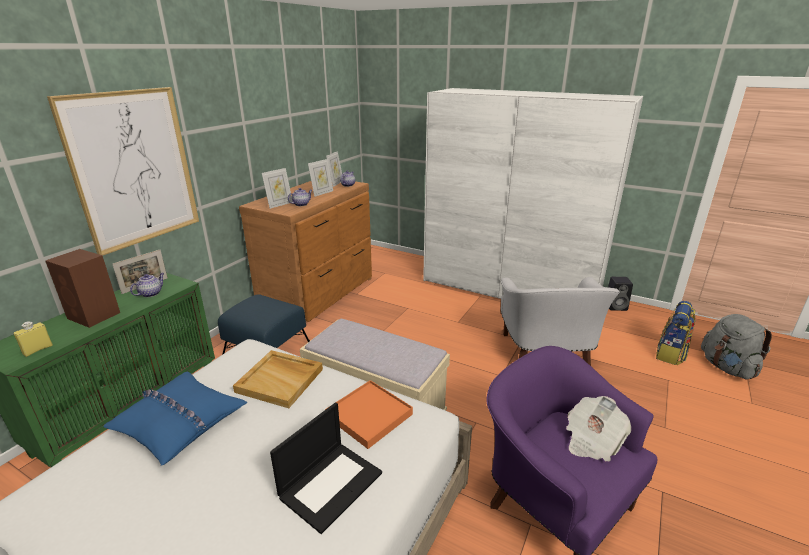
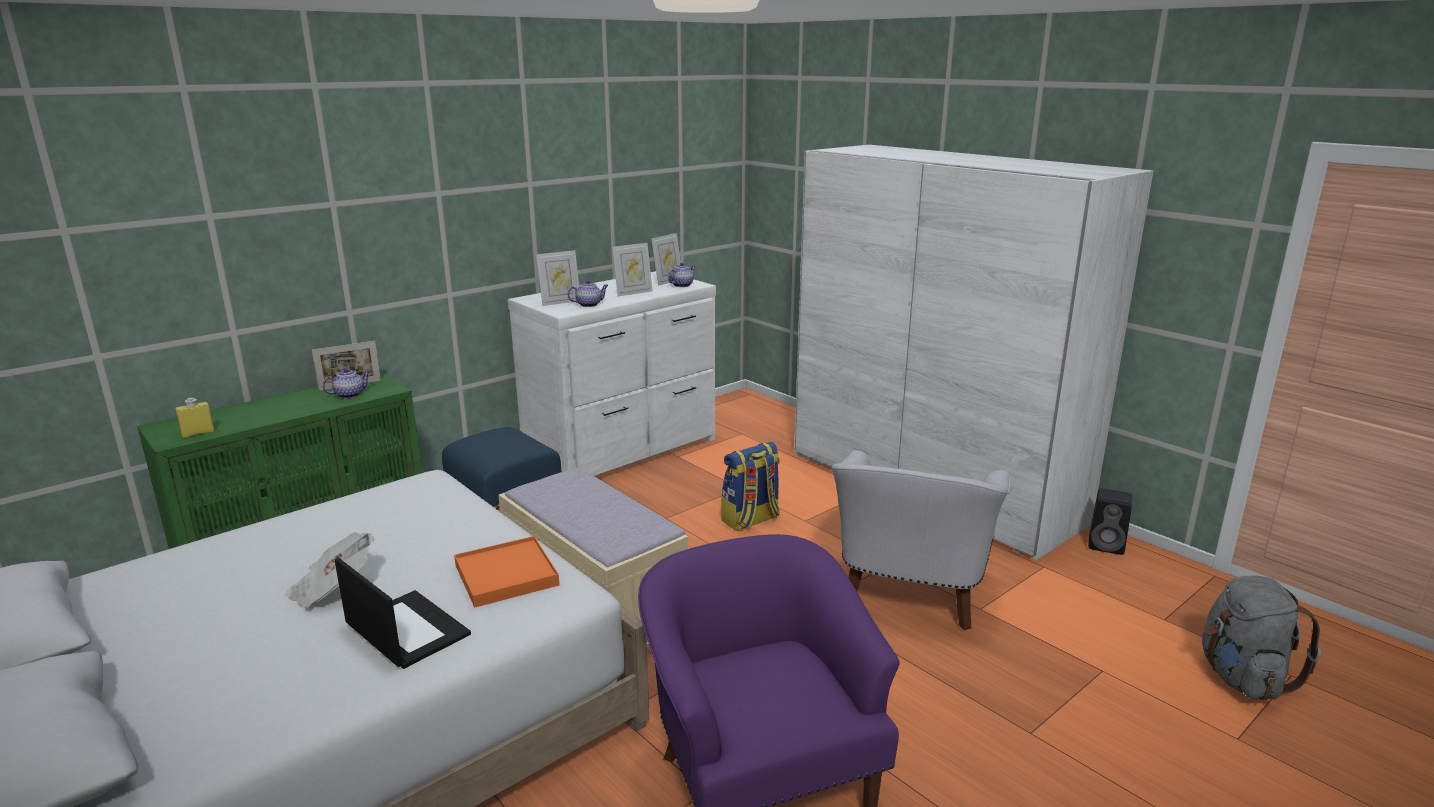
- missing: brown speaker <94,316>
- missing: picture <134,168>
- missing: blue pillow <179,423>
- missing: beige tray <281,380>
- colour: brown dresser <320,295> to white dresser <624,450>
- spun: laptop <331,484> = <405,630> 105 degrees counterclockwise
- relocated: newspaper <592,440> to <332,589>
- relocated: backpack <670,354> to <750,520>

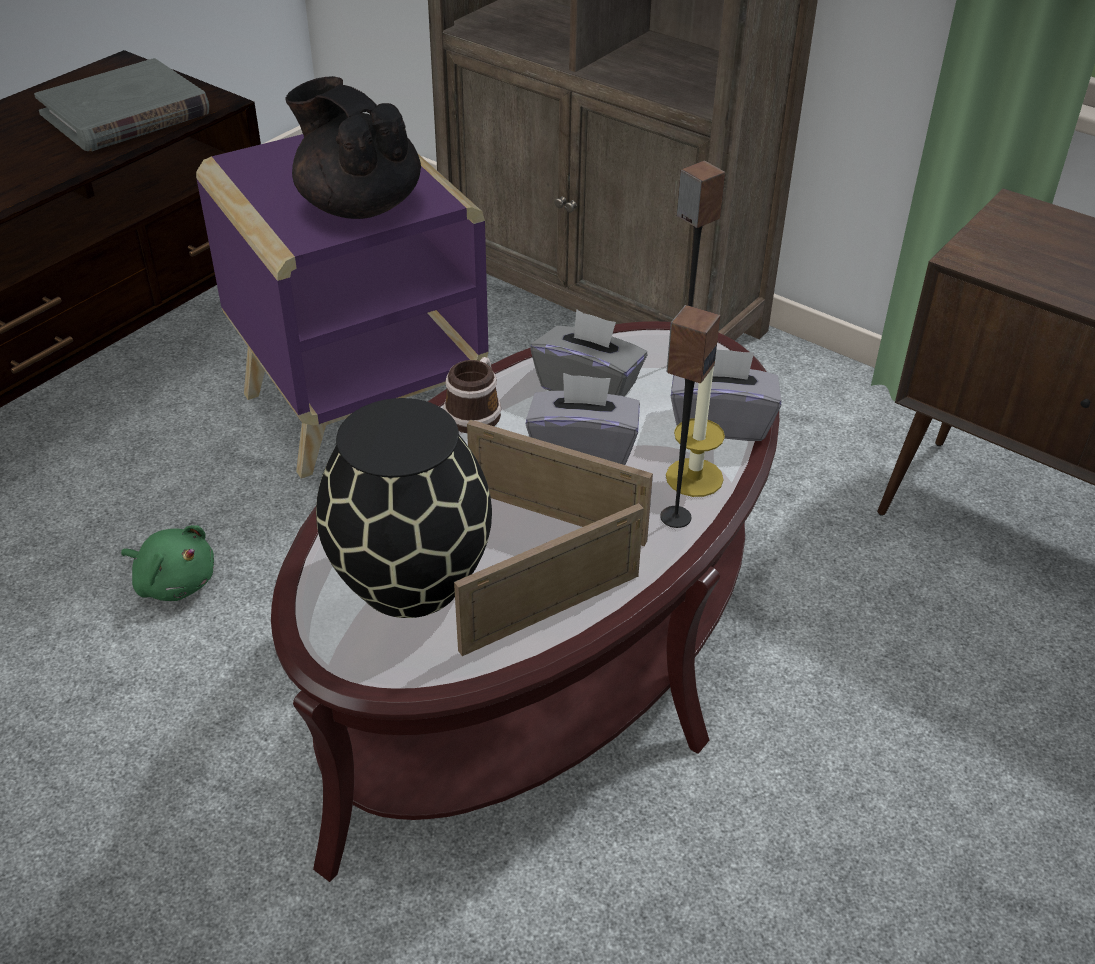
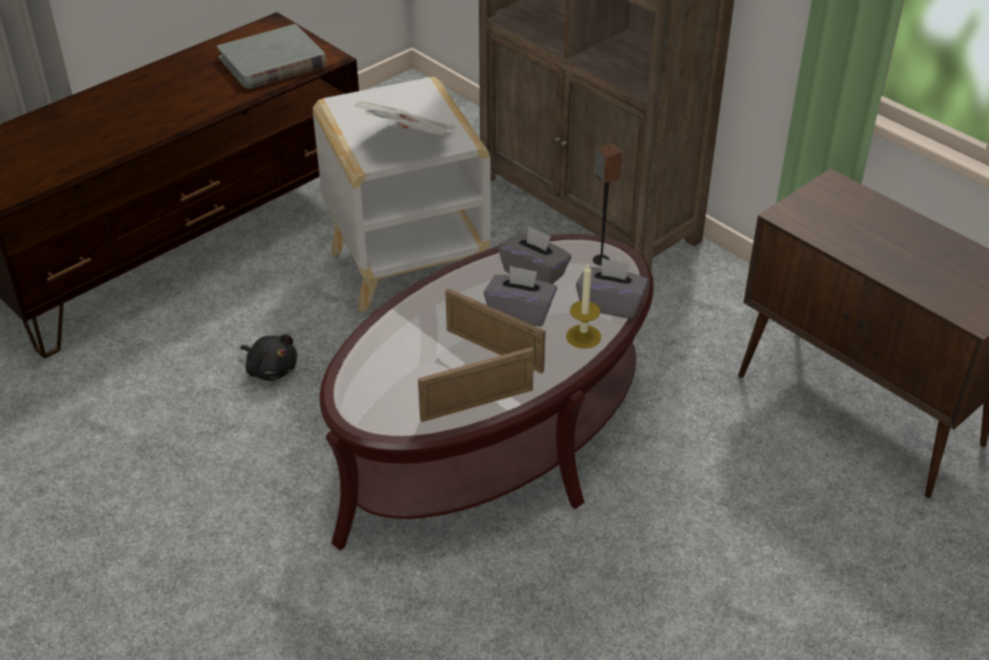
- colour: green plush toy <174,582> to black plush toy <271,369>
- colour: purple side table <363,402> to white side table <409,265>
- exchanged: black teapot <358,205> to newspaper <410,141>
- missing: black vase <411,579>
- missing: mug <476,412>
- missing: speaker <675,517>

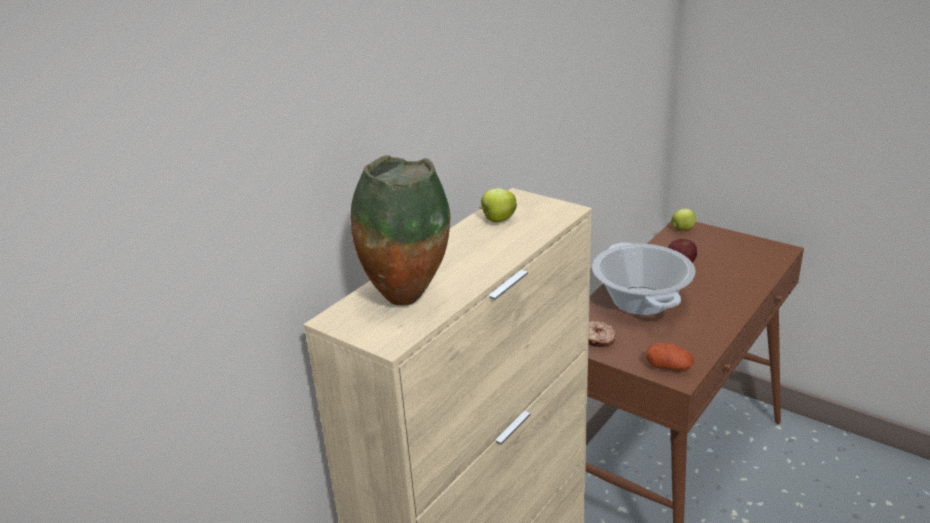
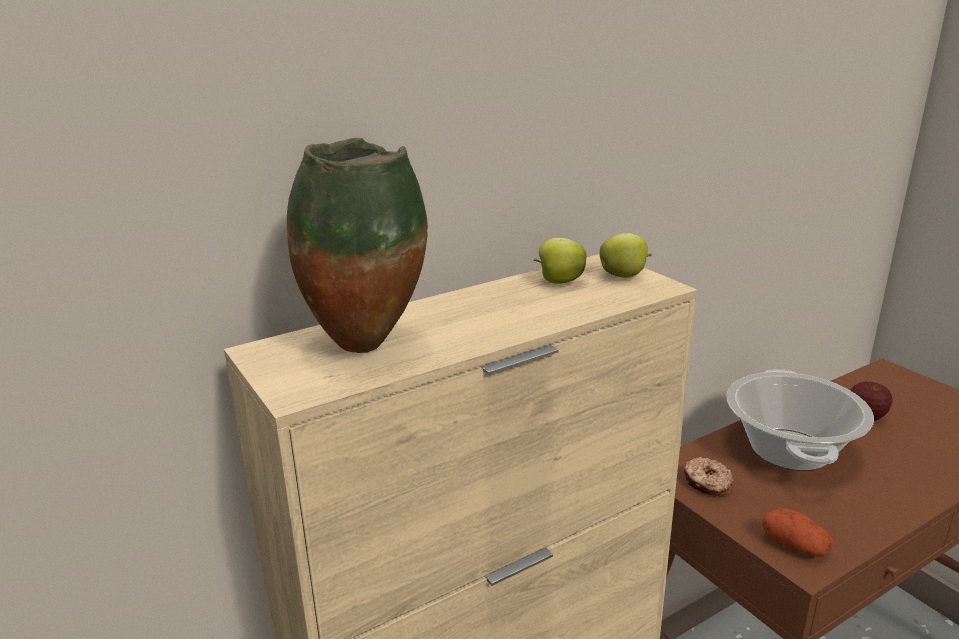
- relocated: apple <683,229> to <624,276>

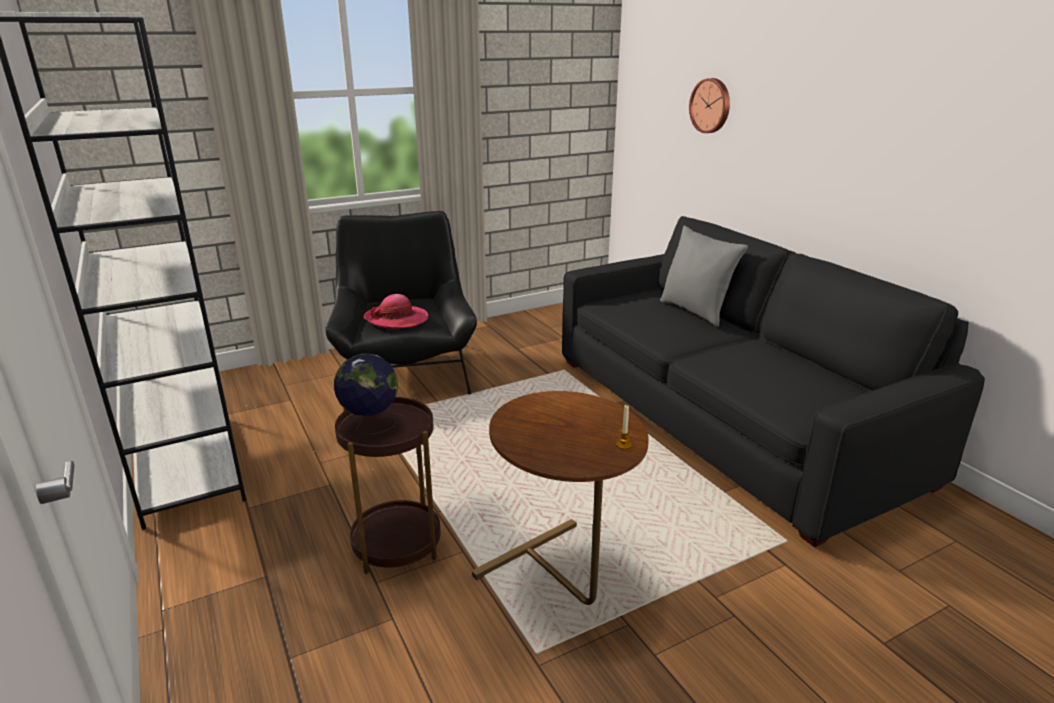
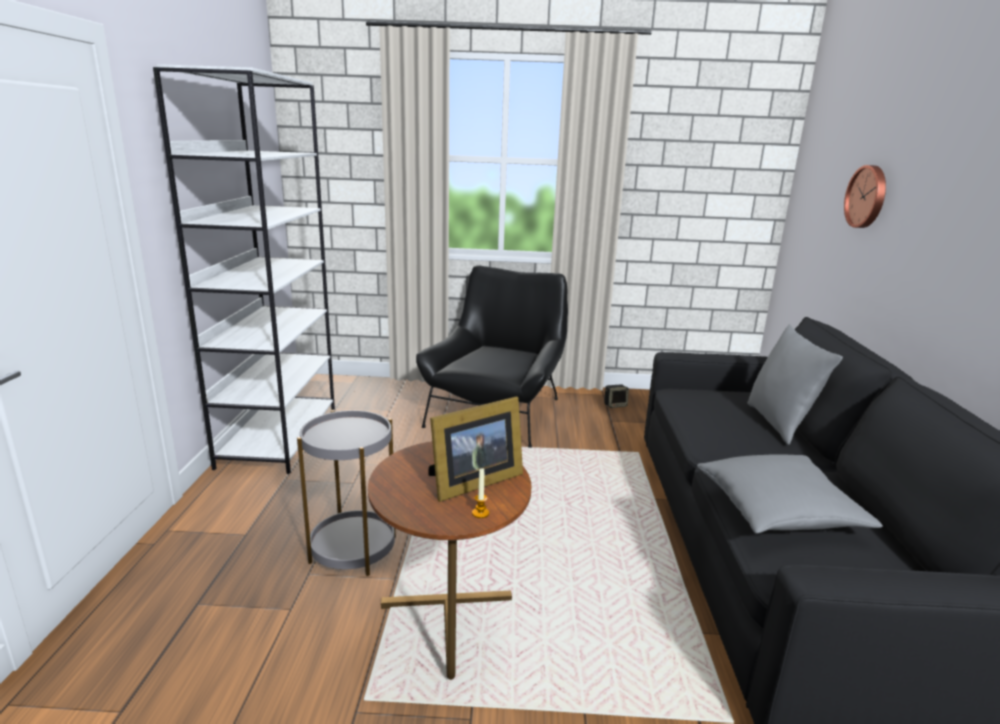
- missing: globe <370,426>
- colour: brown side table <396,543> to grey side table <353,549>
- missing: hat <397,319>
- appeared: picture frame <472,482>
- appeared: speaker <615,405>
- appeared: grey pillow <778,511>

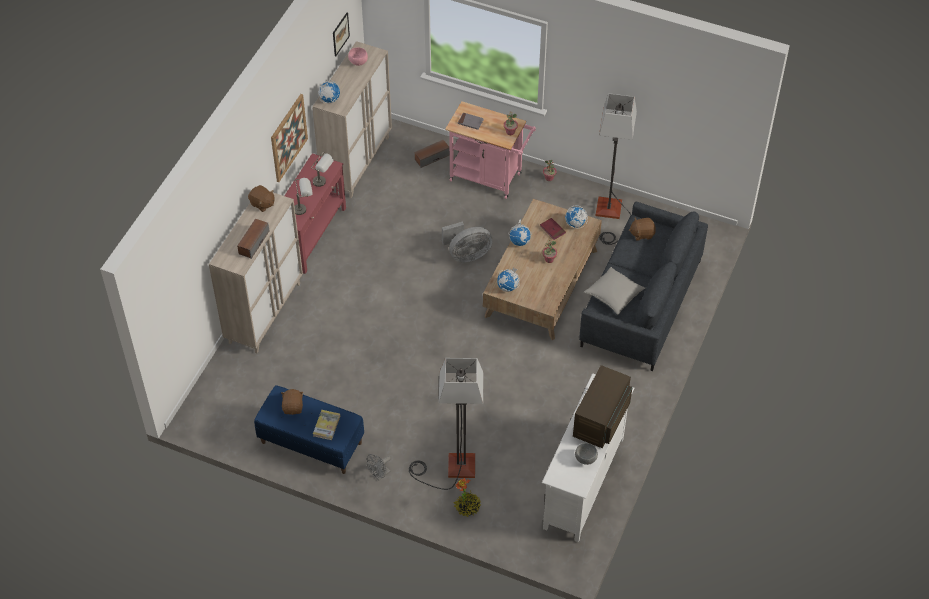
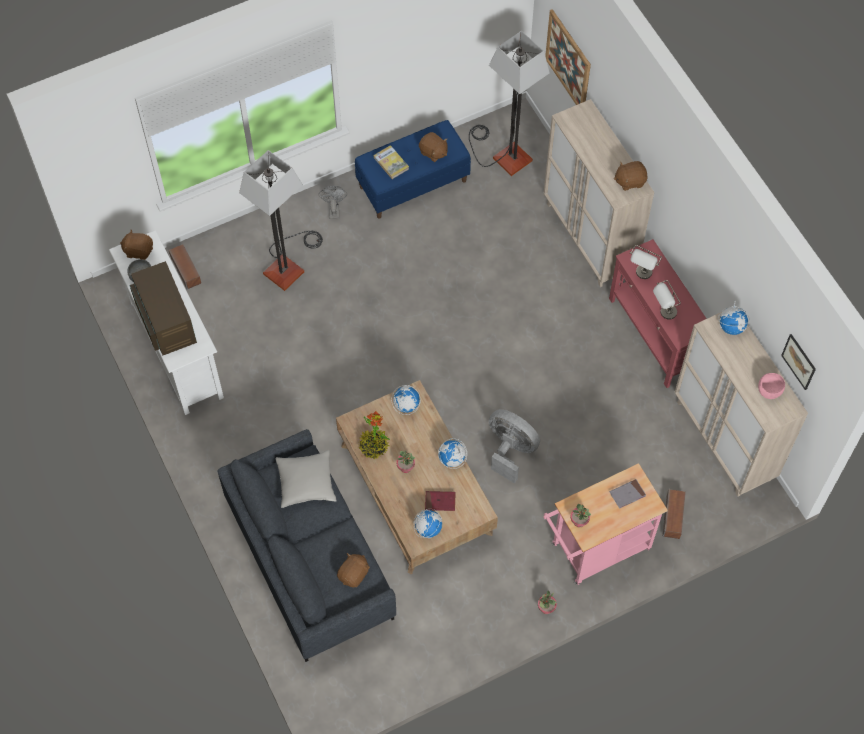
- relocated: speaker <253,242> to <186,270>
- relocated: picture <288,137> to <568,61>
- spun: grey fan <467,255> = <510,450> 105 degrees clockwise
- relocated: potted plant <467,507> to <374,447>
- relocated: floor lamp <610,215> to <503,155>
- appeared: brown plush toy <138,251>

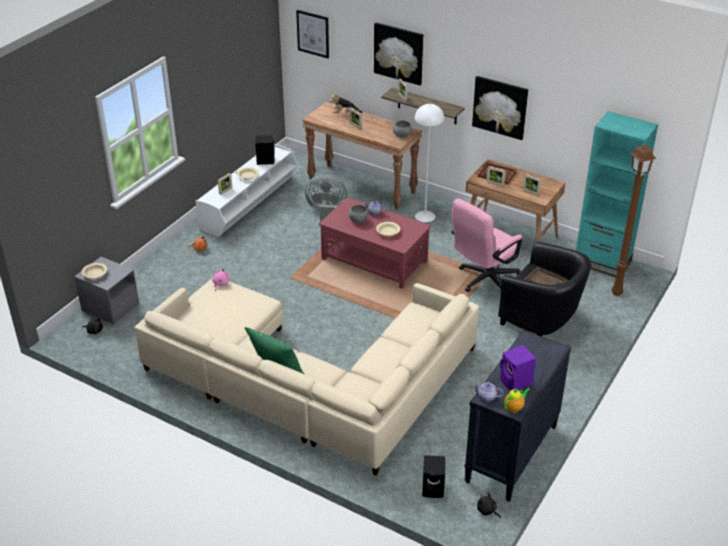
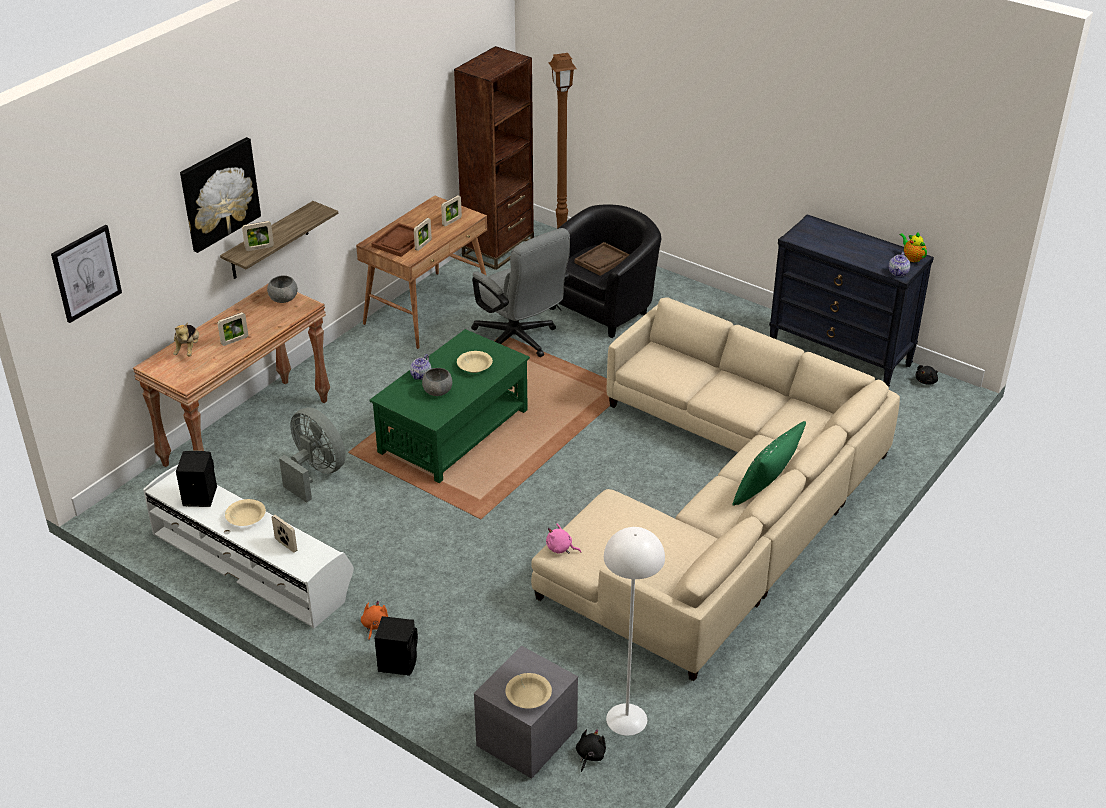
- spun: grey fan <327,214> = <315,473> 120 degrees clockwise
- colour: red coffee table <374,260> to green coffee table <453,432>
- relocated: white floor lamp <425,216> to <626,719>
- relocated: black speaker <434,488> to <398,661>
- colour: pink office chair <483,280> to grey office chair <519,341>
- missing: picture <500,107>
- missing: purple speaker <516,382>
- colour: turquoise bookcase <602,262> to brown bookcase <498,249>

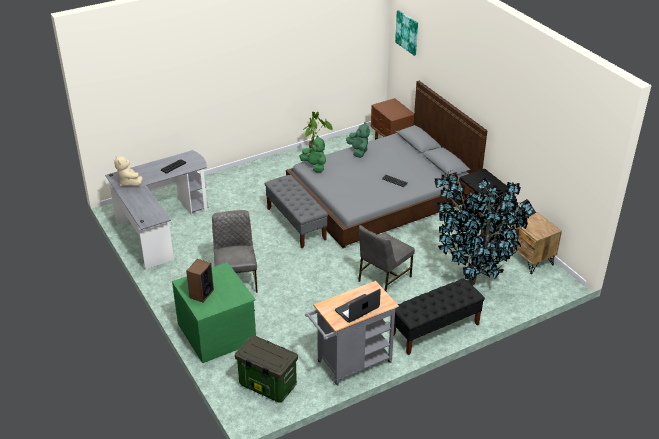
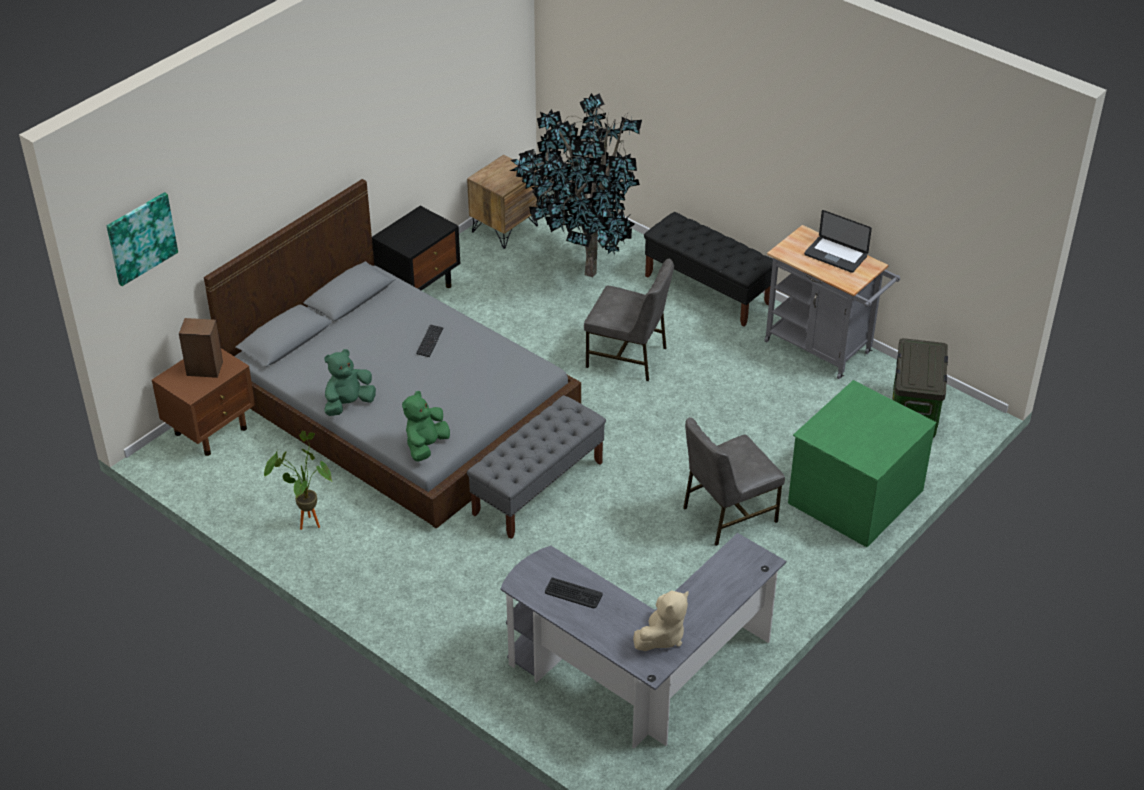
- relocated: speaker <201,294> to <205,369>

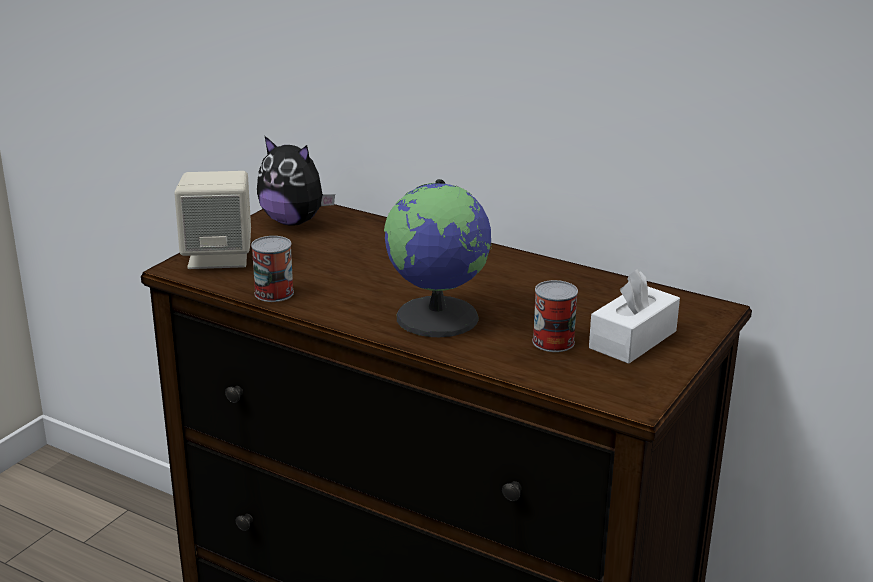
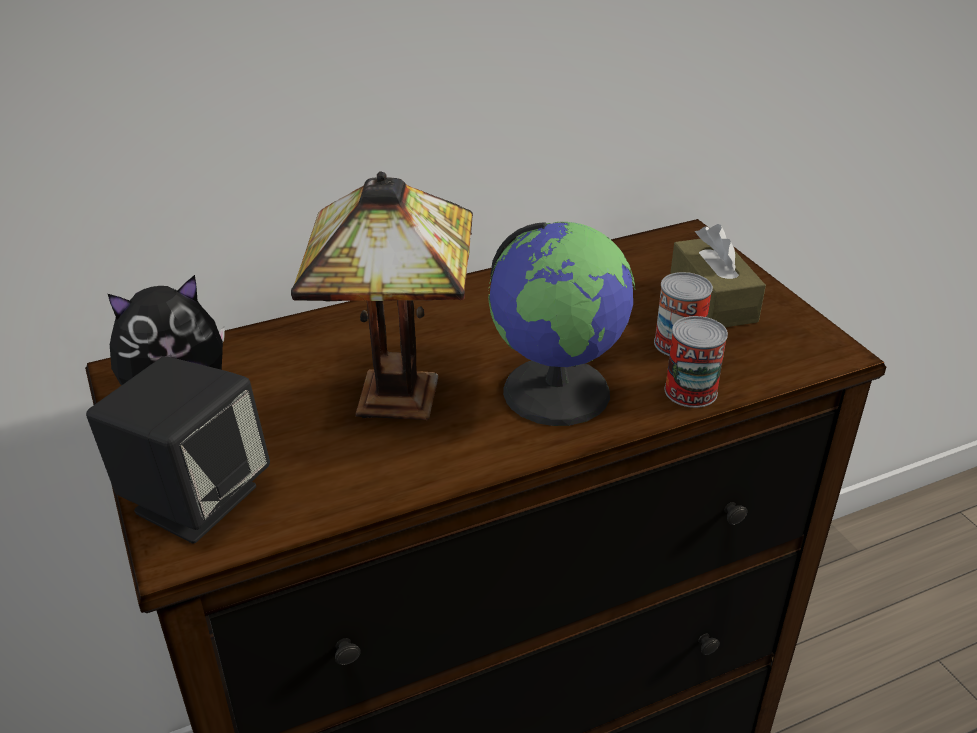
- colour: beige speaker <219,257> to black speaker <195,499>
- relocated: can <274,293> to <690,391>
- colour: white tissue box <633,339> to brown tissue box <712,299>
- appeared: table lamp <401,400>

